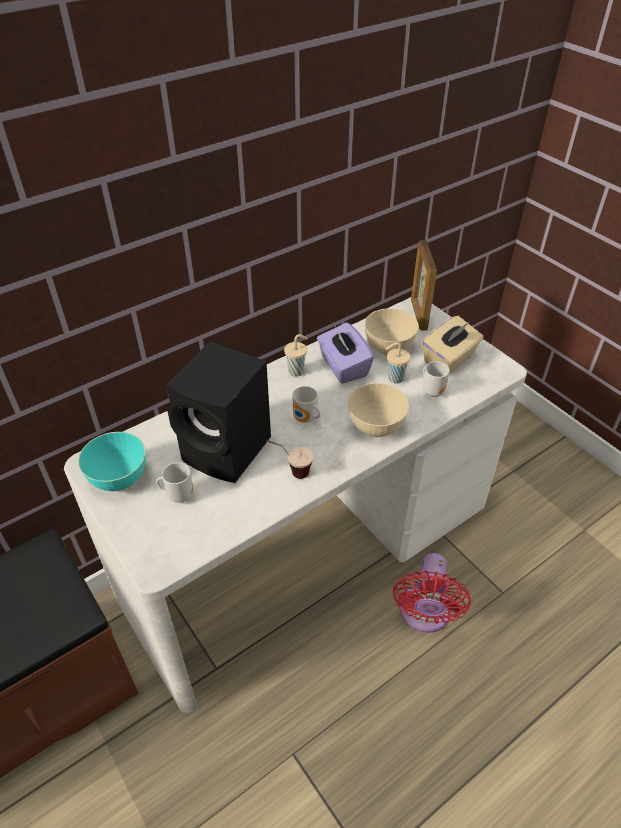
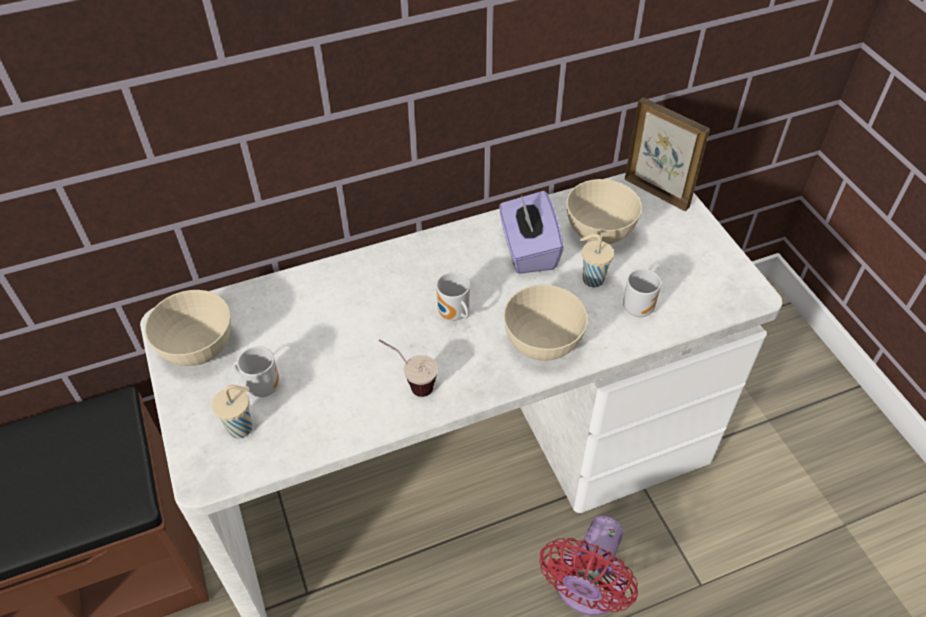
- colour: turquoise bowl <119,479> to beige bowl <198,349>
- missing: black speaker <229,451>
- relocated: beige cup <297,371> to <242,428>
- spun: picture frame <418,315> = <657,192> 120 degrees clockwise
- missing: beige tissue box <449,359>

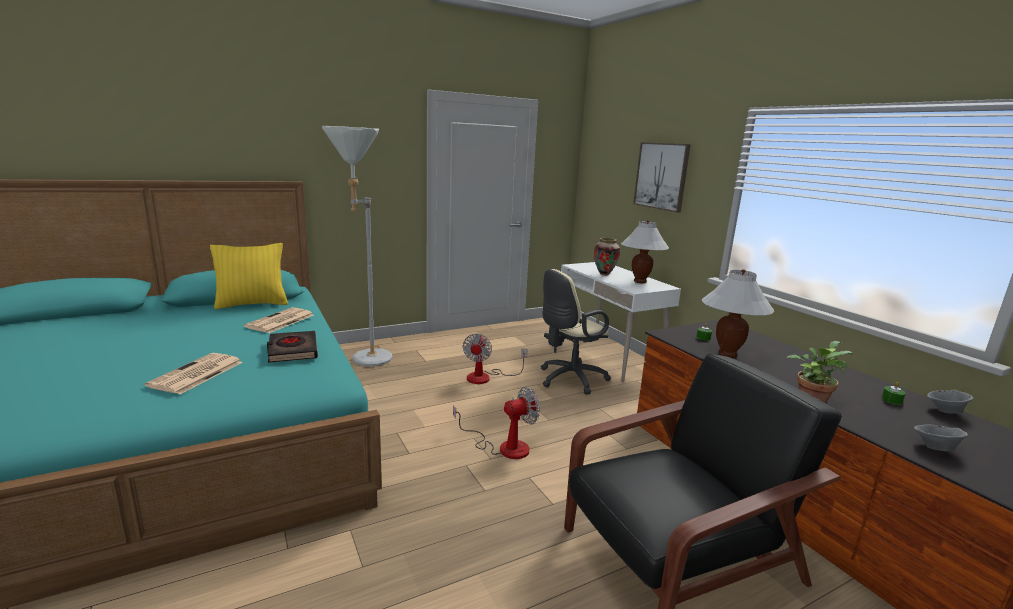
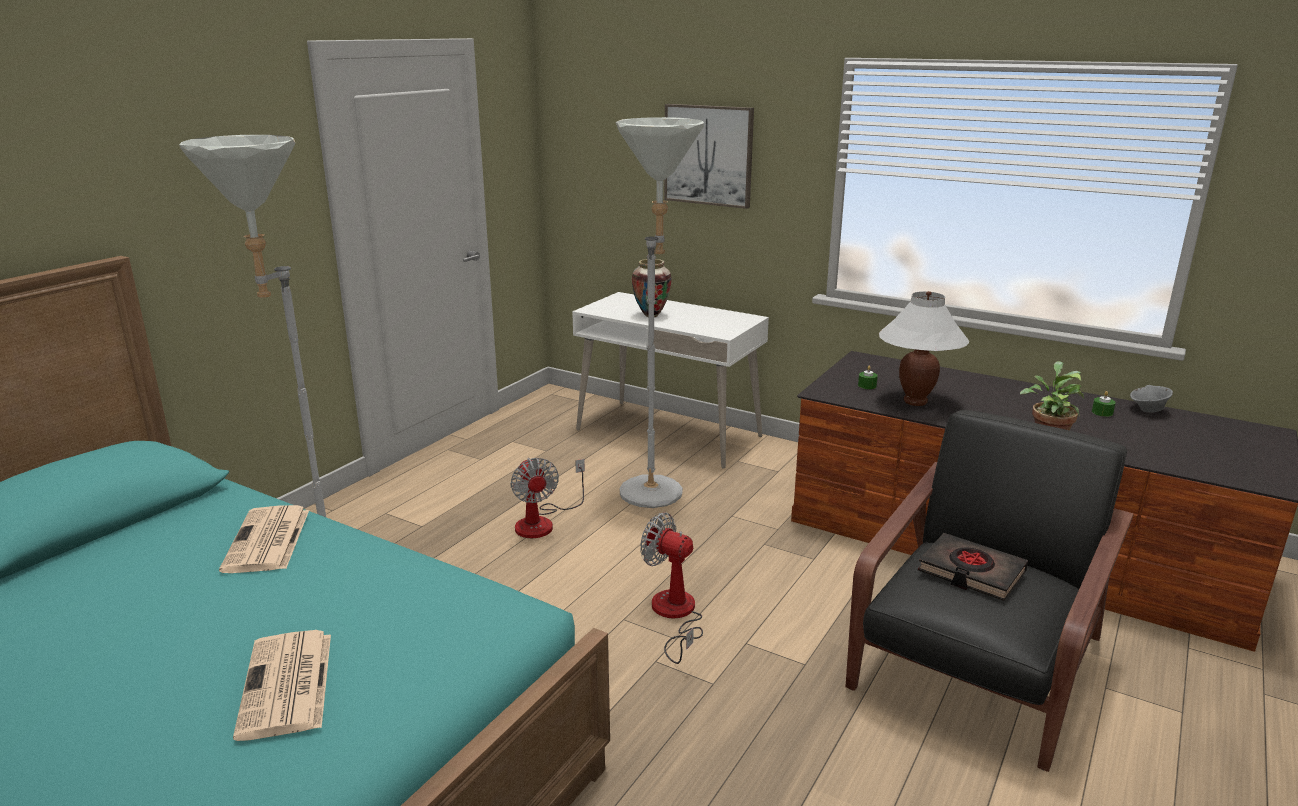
- missing: yellow pillow <252,304>
- relocated: black book <292,350> to <971,572>
- spun: fan <504,447> = <674,615> 90 degrees counterclockwise
- exchanged: beige office chair <569,379> to grey floor lamp <656,487>
- missing: white table lamp <639,281>
- missing: grey bowl <935,448>

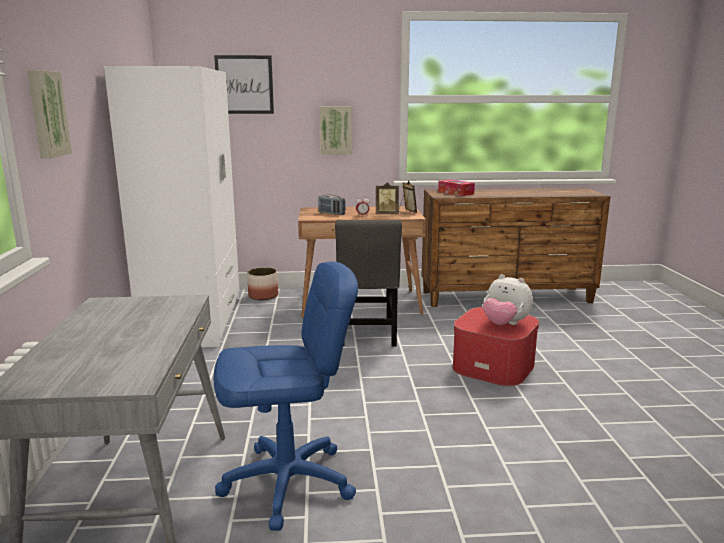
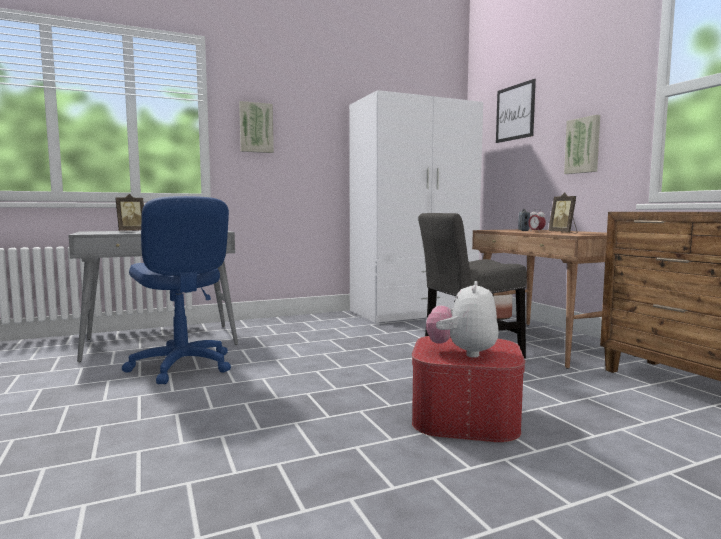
- relocated: picture frame <406,212> to <131,231>
- missing: tissue box <455,193>

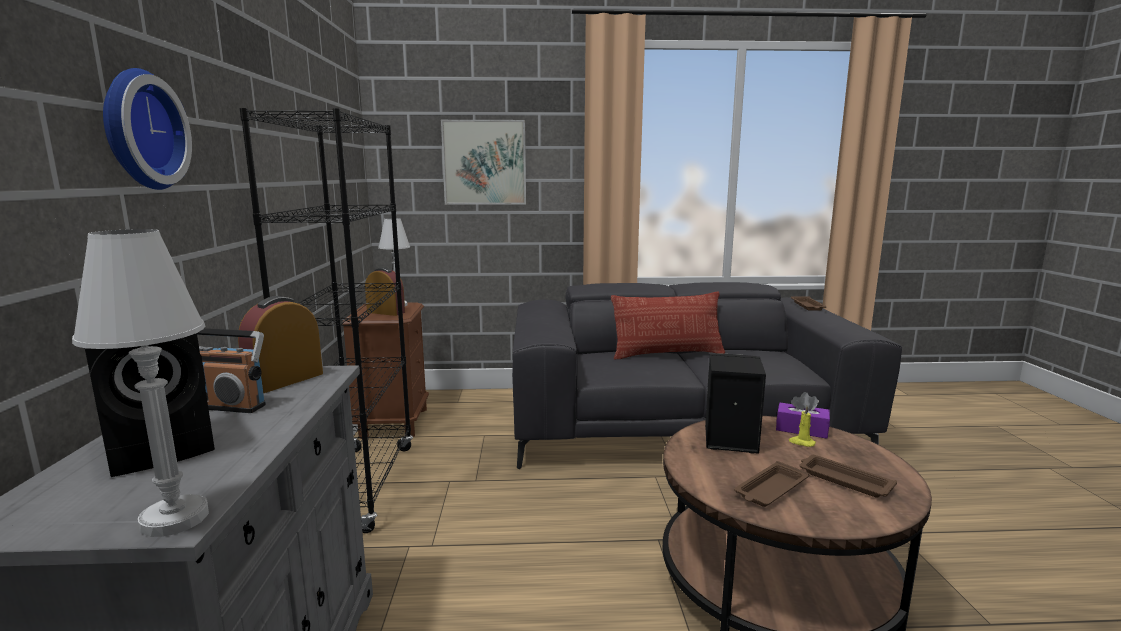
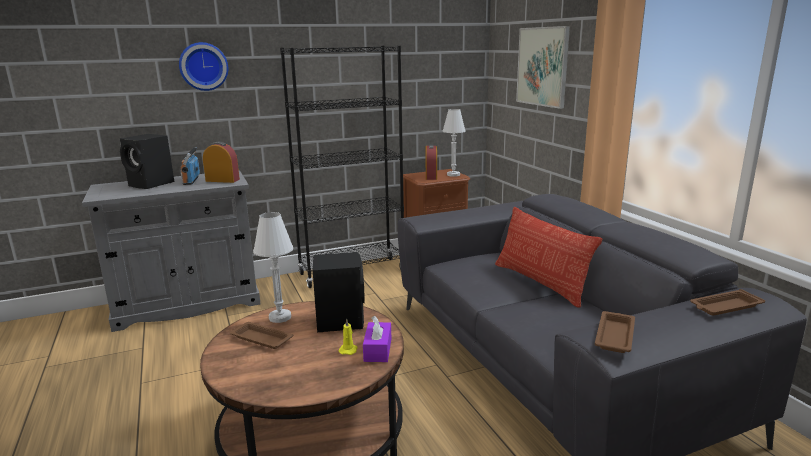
- relocated: white table lamp <175,519> to <280,317>
- relocated: brown tray <843,480> to <615,335>

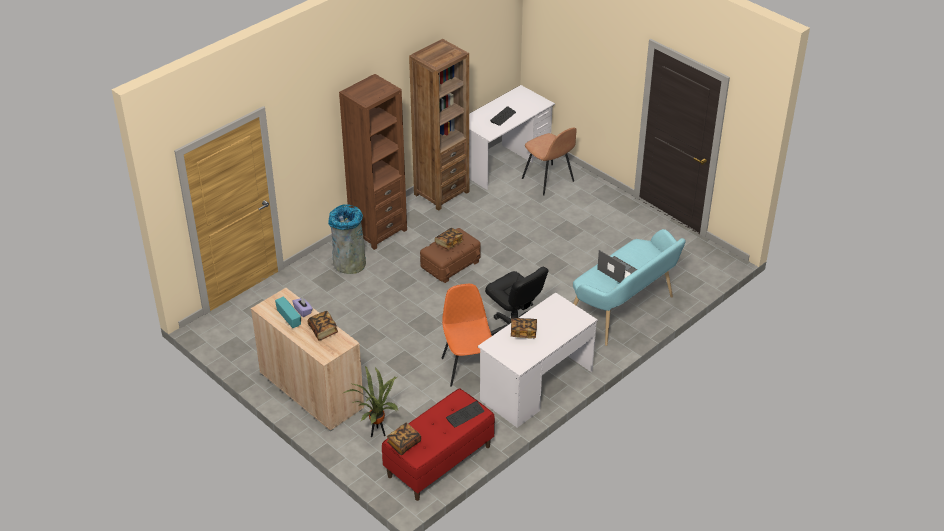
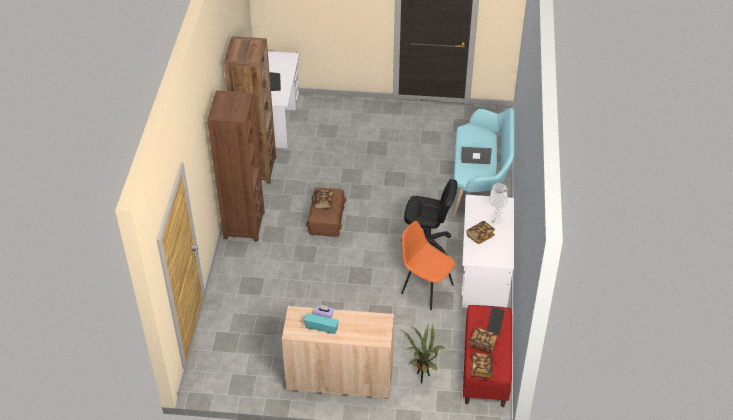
- relocated: book <323,330> to <482,344>
- missing: grey trash can <349,263>
- missing: brown chair <548,180>
- appeared: grey table lamp <495,220>

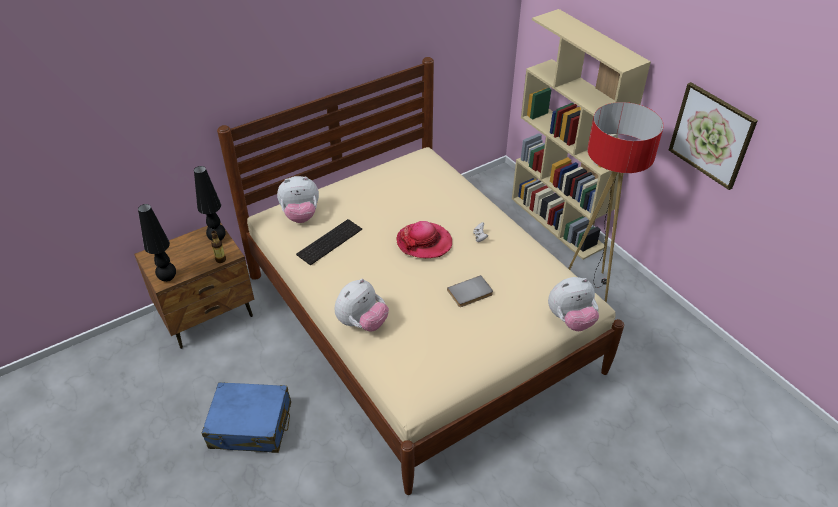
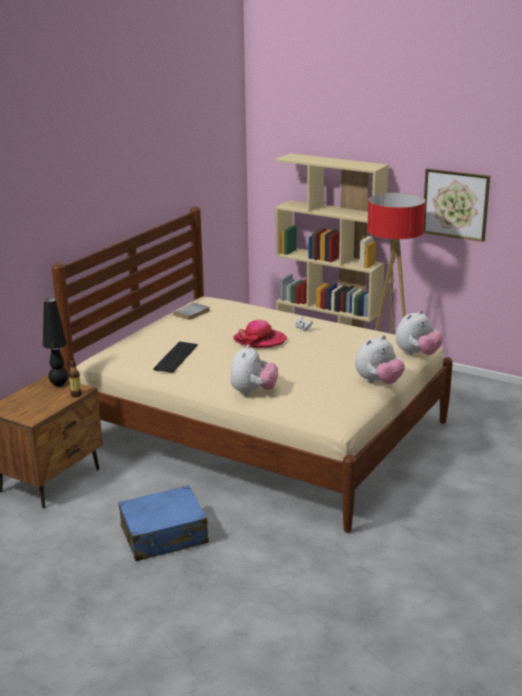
- missing: black table lamp <168,278>
- relocated: plush toy <301,215> to <378,382>
- relocated: grey book <470,293> to <193,313>

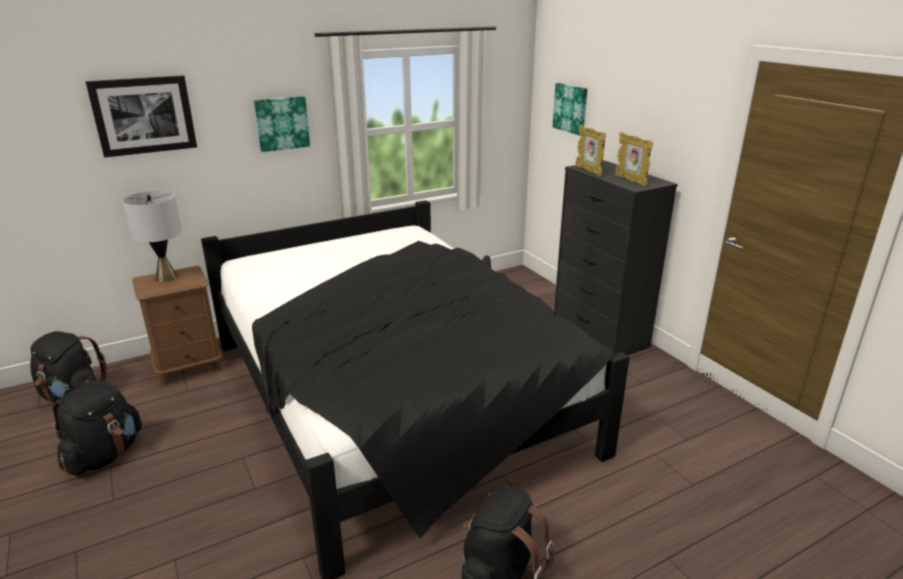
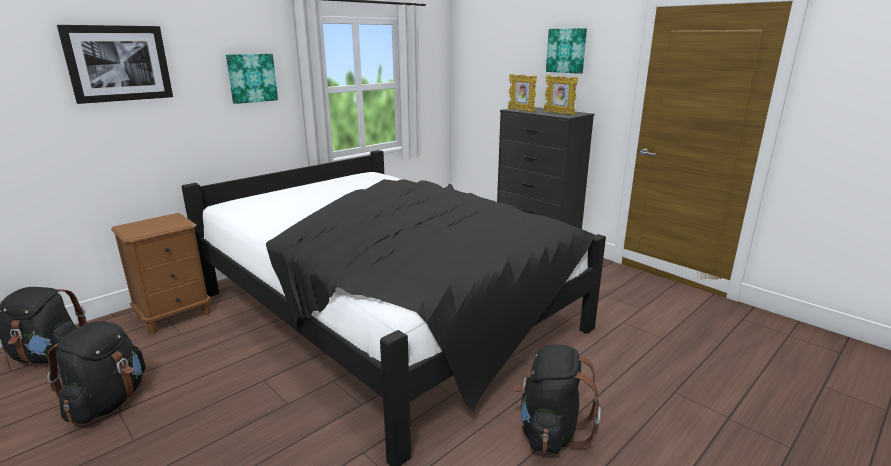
- missing: grey table lamp <166,277>
- relocated: picture <571,108> to <566,50>

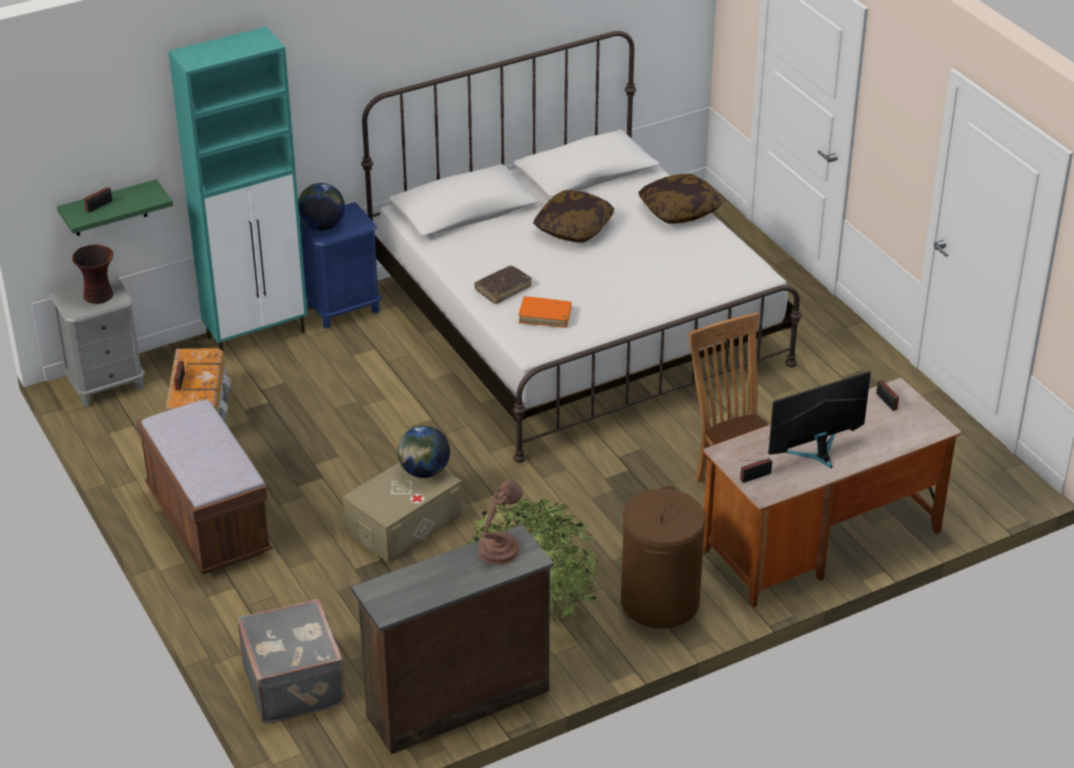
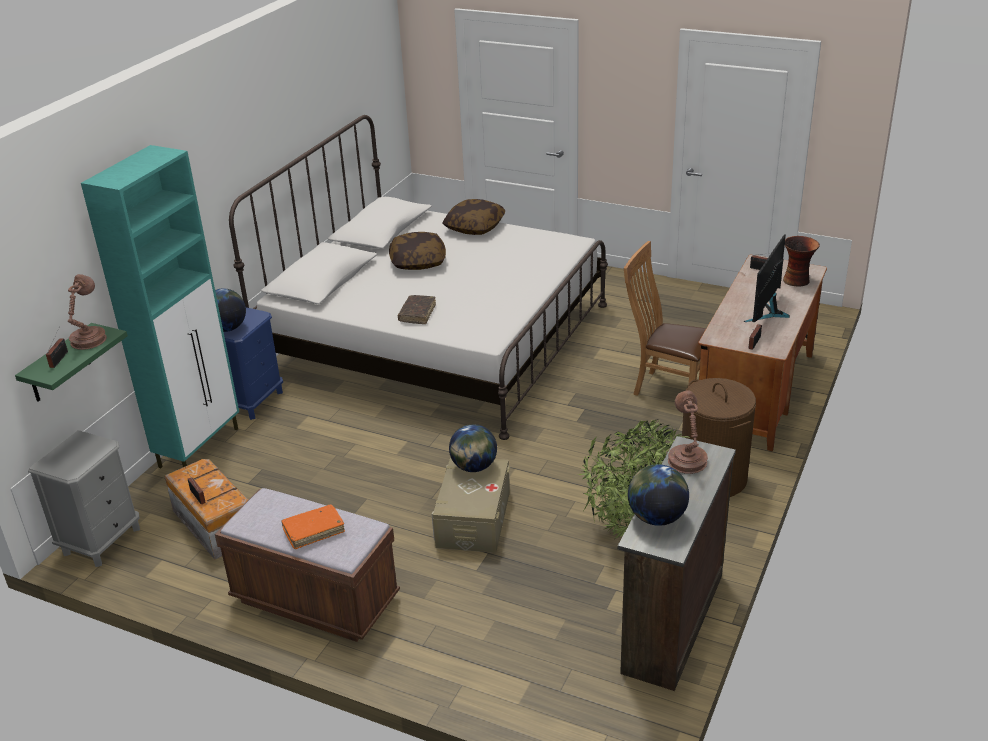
- relocated: vase <99,295> to <797,280>
- missing: grey suitcase <295,683>
- relocated: orange book <545,316> to <314,531>
- appeared: brown table lamp <89,338>
- appeared: globe <656,517>

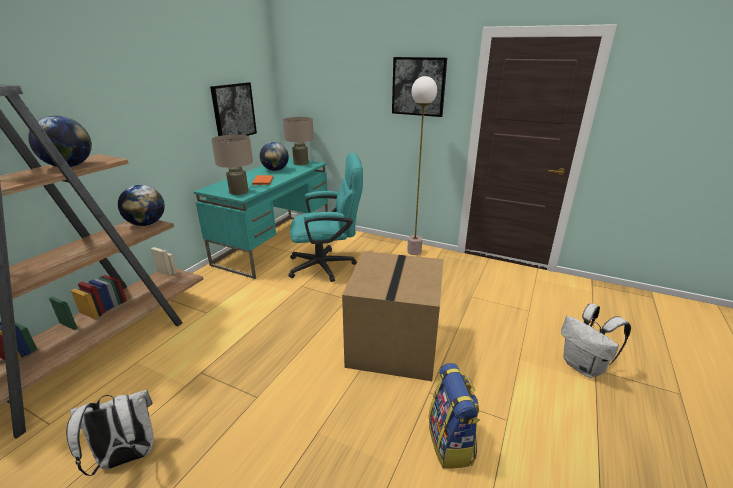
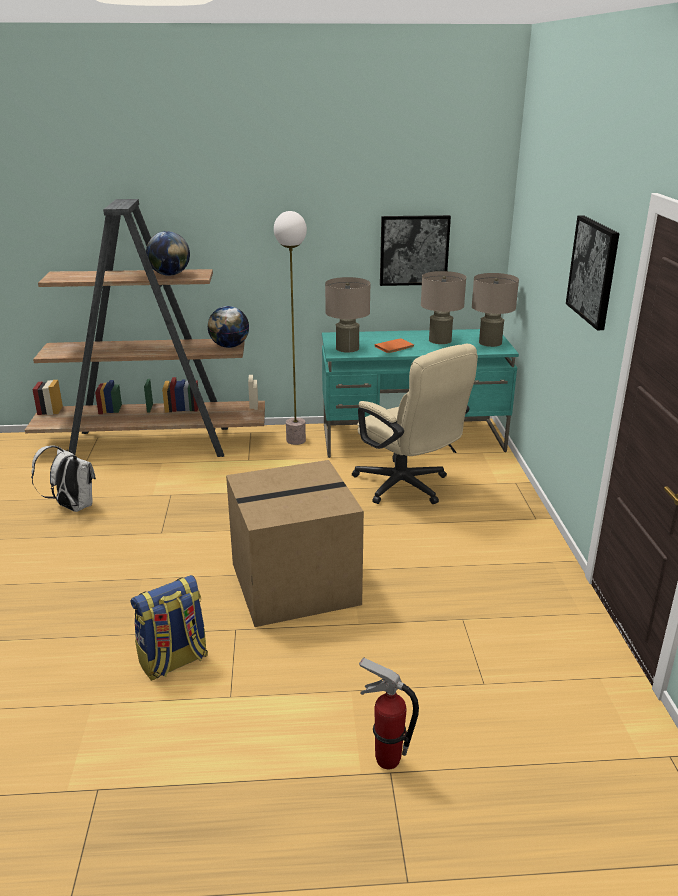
- exchanged: globe <275,170> to beige table lamp <440,340>
- colour: turquoise office chair <328,265> to beige office chair <407,488>
- relocated: floor lamp <414,252> to <295,440>
- exchanged: white backpack <584,367> to fire extinguisher <386,759>

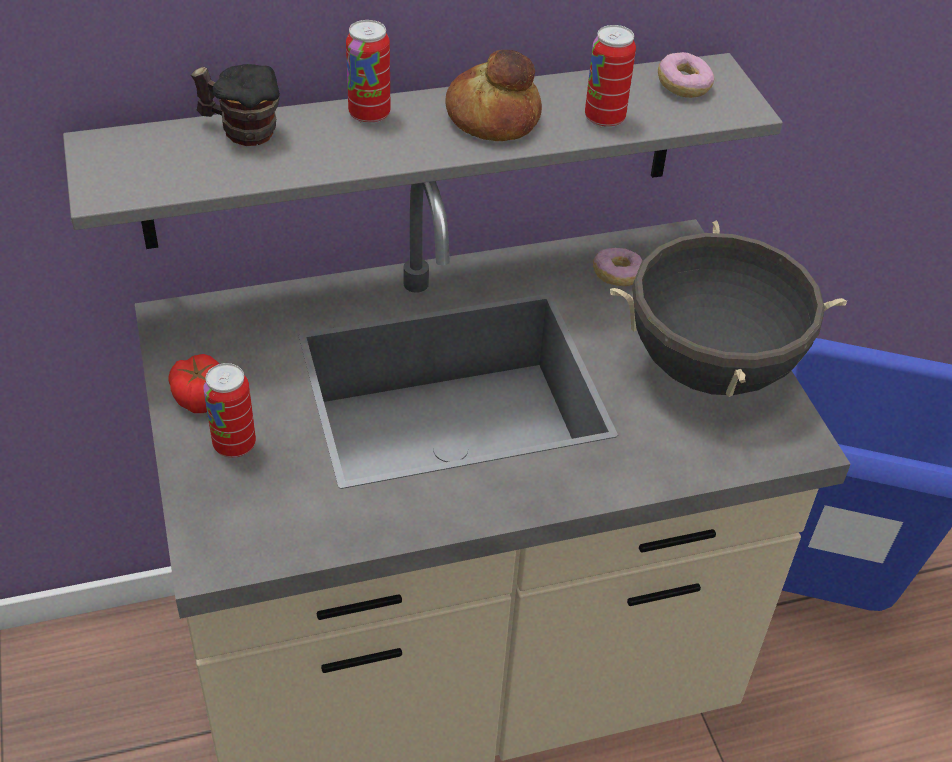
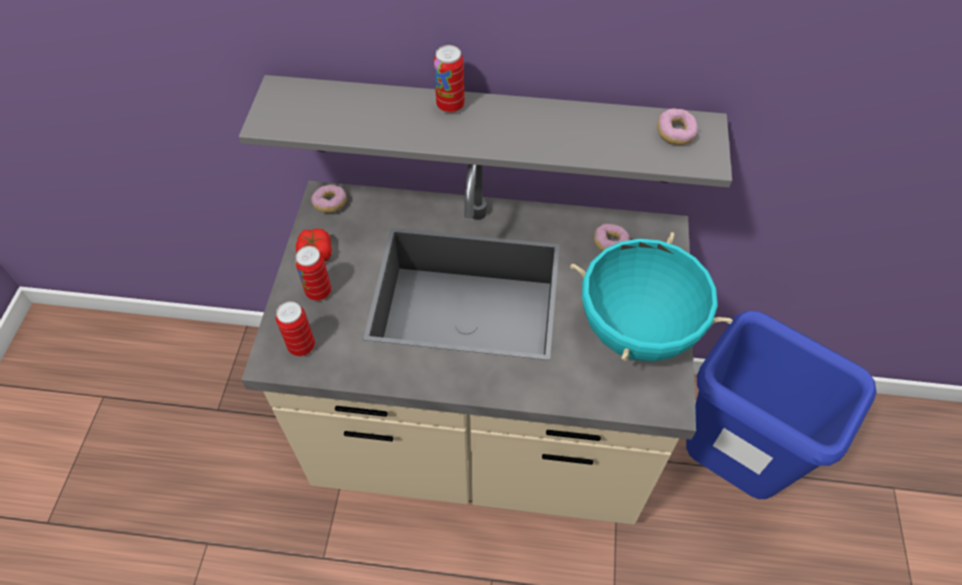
- missing: mug <241,131>
- missing: bread <491,117>
- relocated: can <604,119> to <301,346>
- colour: black cooking pot <710,368> to turquoise cooking pot <637,330>
- appeared: donut <330,204>

